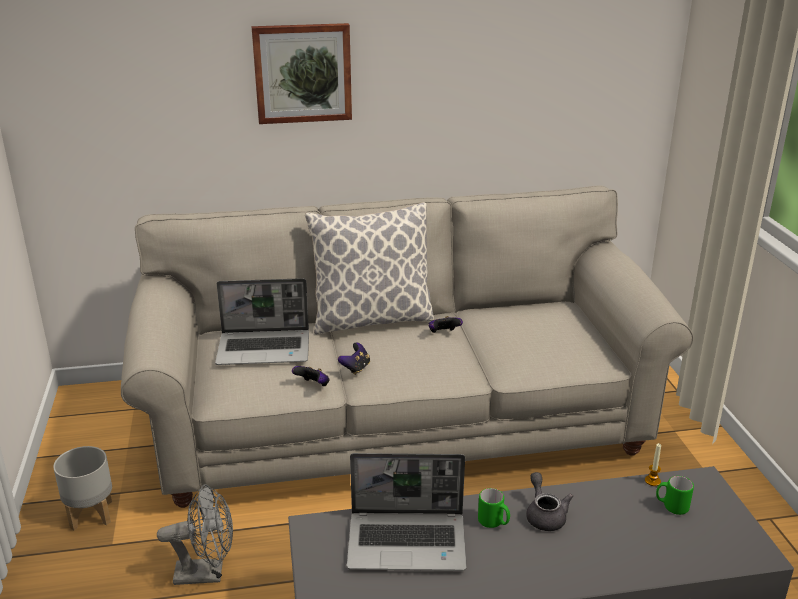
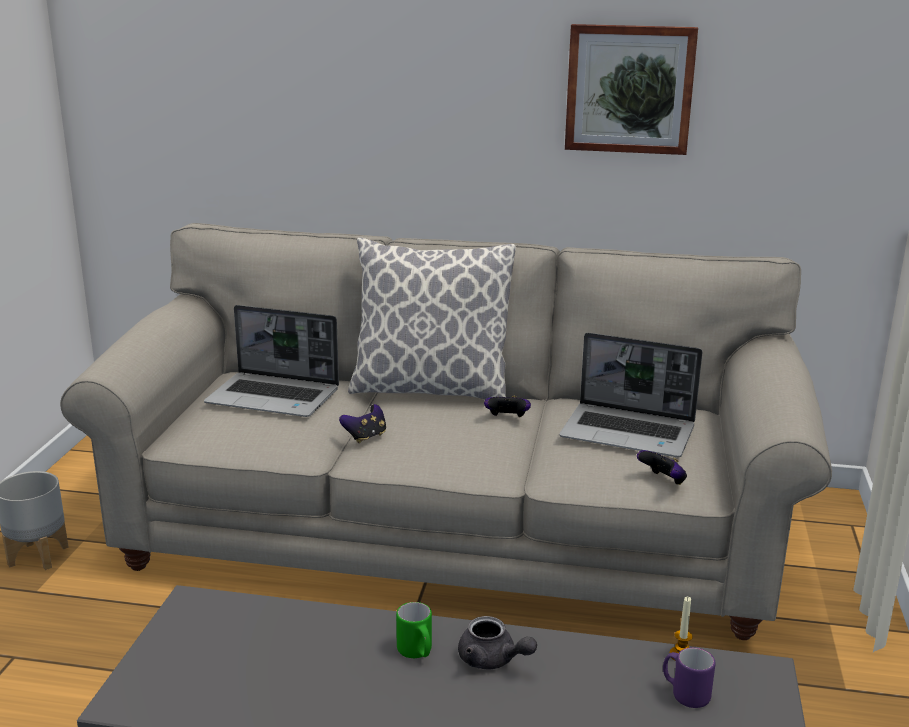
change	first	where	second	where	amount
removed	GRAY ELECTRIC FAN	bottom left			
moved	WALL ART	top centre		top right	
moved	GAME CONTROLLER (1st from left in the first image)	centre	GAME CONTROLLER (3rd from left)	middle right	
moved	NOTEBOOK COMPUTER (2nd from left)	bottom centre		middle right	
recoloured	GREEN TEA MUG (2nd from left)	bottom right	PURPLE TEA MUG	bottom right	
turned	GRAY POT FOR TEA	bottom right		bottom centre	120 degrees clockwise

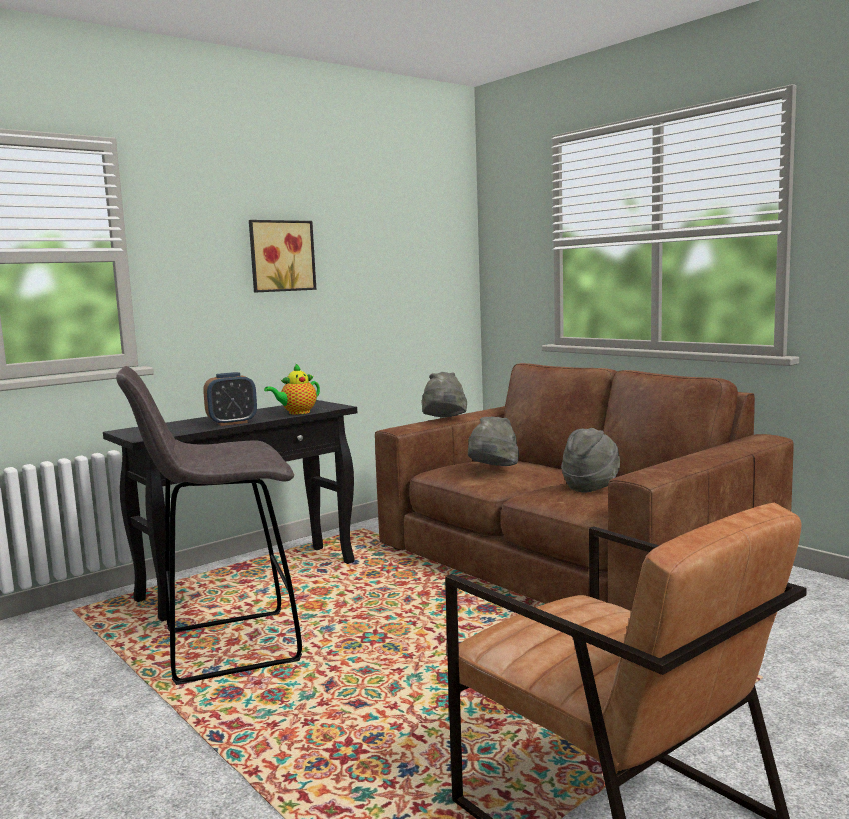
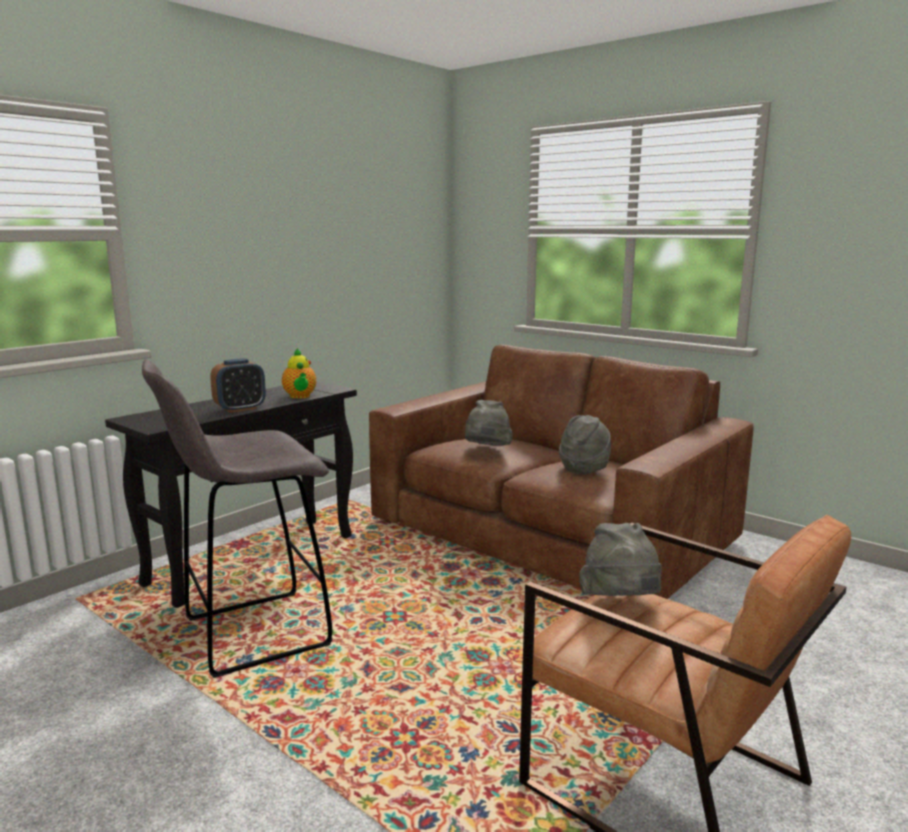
change	first	where	second	where	amount
removed	WALL ART	top left			
moved	GRAY CLOTHING HAT (1st from left in the first image)	centre	GRAY CLOTHING HAT (3rd from left)	bottom right	
turned	POT FOR TEA	centre		middle left	60 degrees counterclockwise

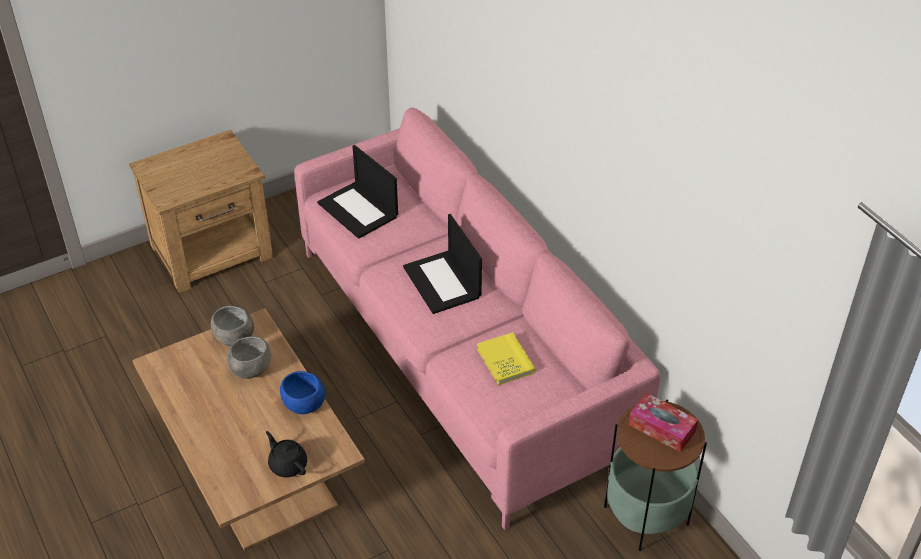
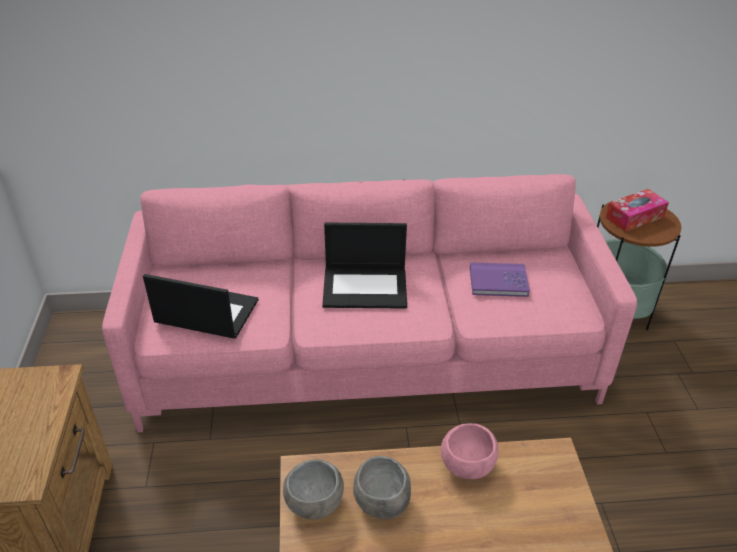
change	first	where	second	where	amount
removed	BLACKISH POT FOR TEA	bottom left			
recoloured	BLUISH DEEP DISH	bottom left	PINK-COLOURED DEEP DISH	bottom centre	
recoloured	YELLOWISH VOLUME	centre	PURPLE VOLUME	middle right	
turned	NOTEBOOK COMPUTER (1st from left)	centre		middle left	150 degrees counterclockwise

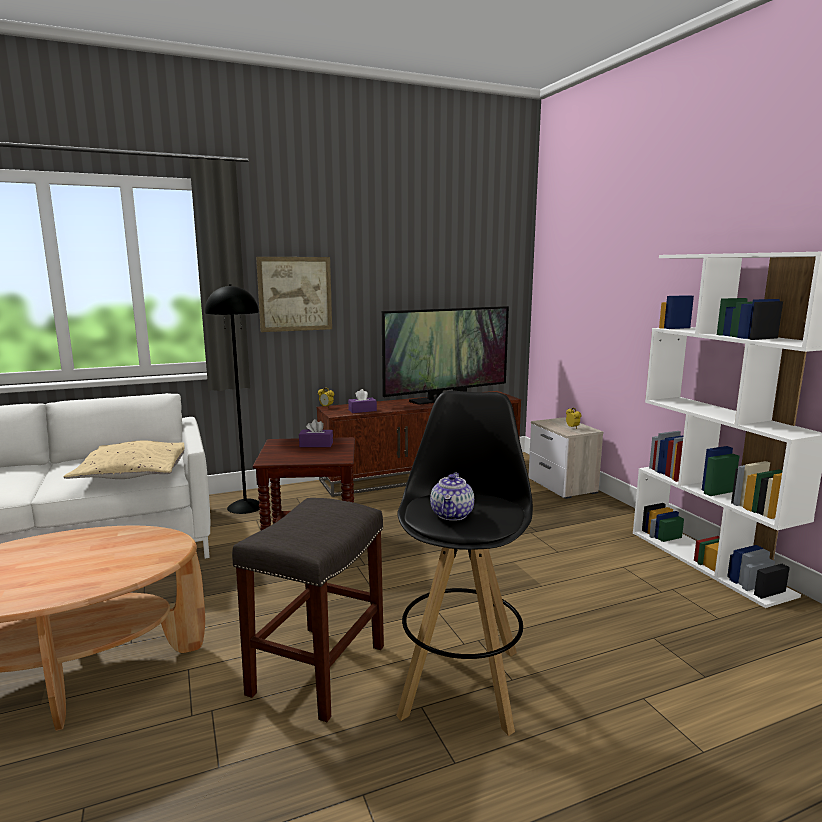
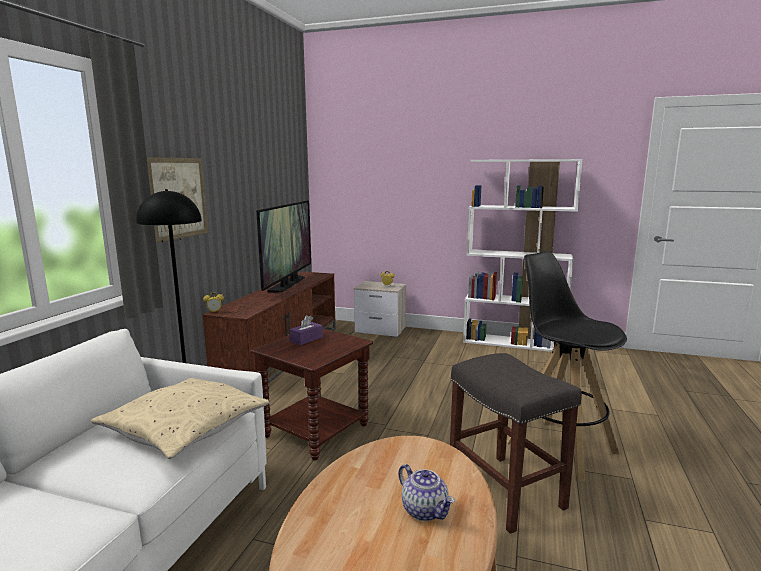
change	first	where	second	where	amount
removed	PURPLE BOX OF TISSUES (2nd from left)	centre			
moved	POT FOR TEA	centre		bottom centre	

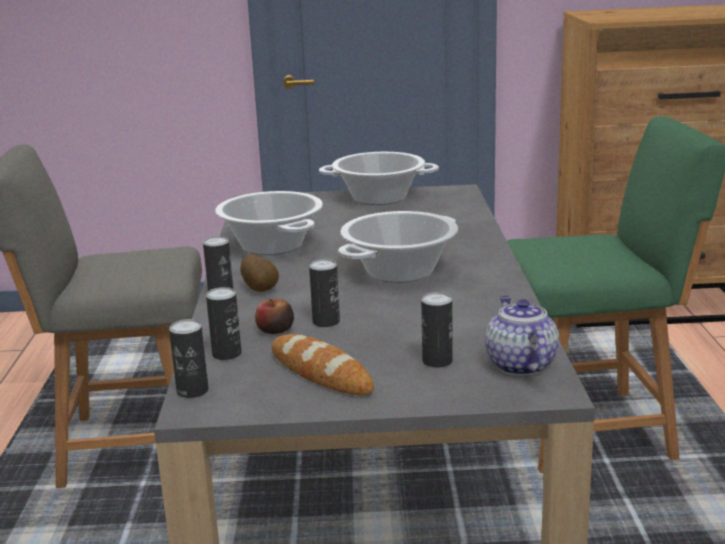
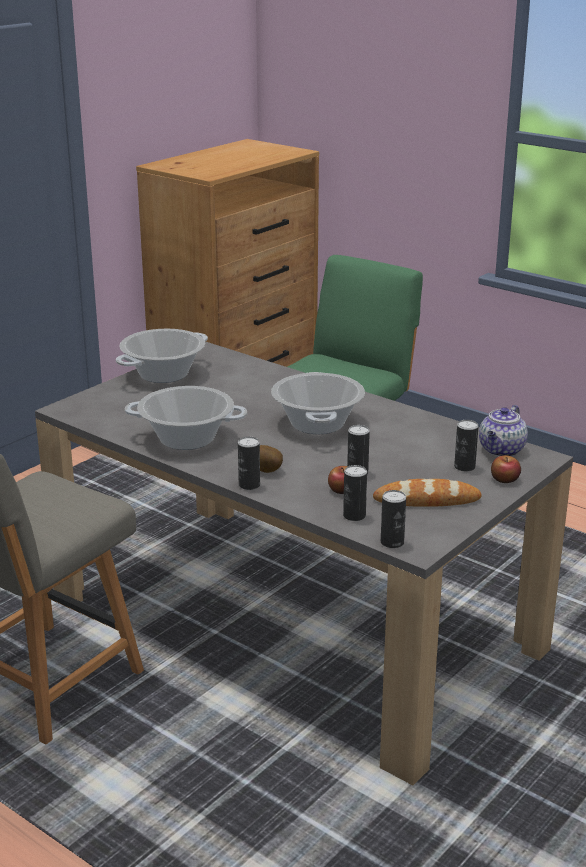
change	first	where	second	where	amount
added			APPLE FRUIT (2nd from left)	middle right	
turned	POT FOR TEA	middle right		middle right	90 degrees counterclockwise

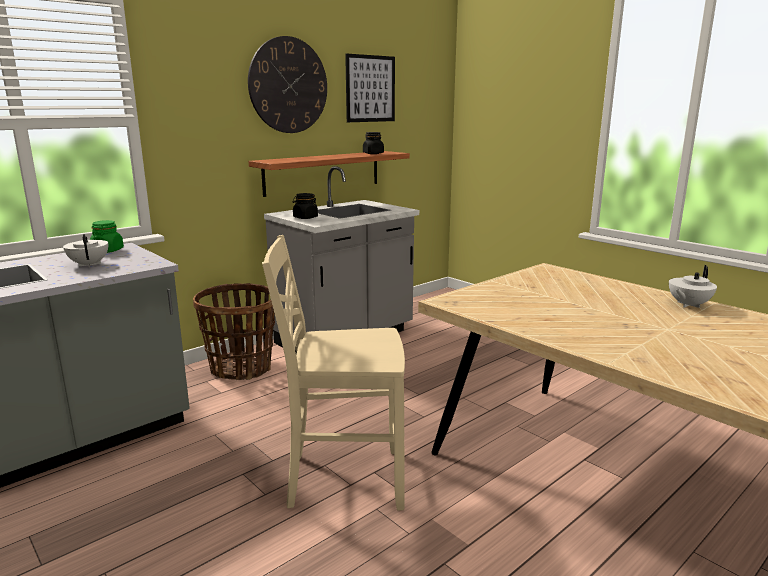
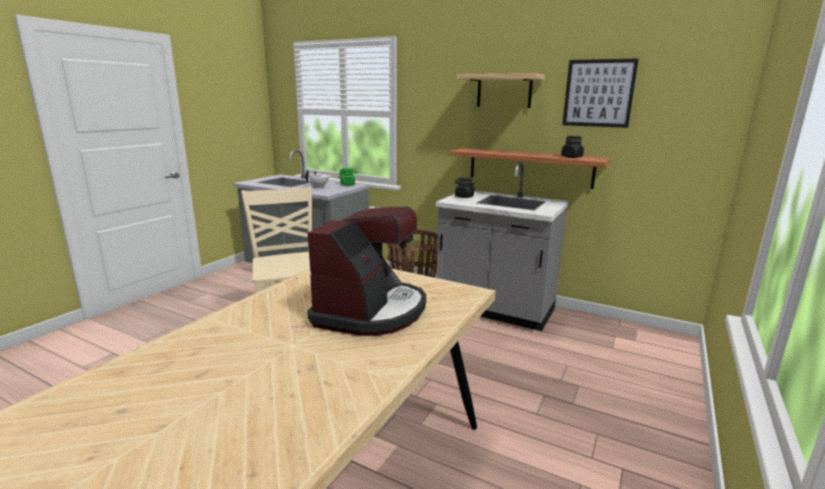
change	first	where	second	where	amount
removed	WHITE-COLOURED POT FOR TEA (2nd from left)	middle right			
added			COFFEE MACHINE	centre	
replaced	WALL CLOCK	top centre	WALL SHELF (1st from left)	top centre	

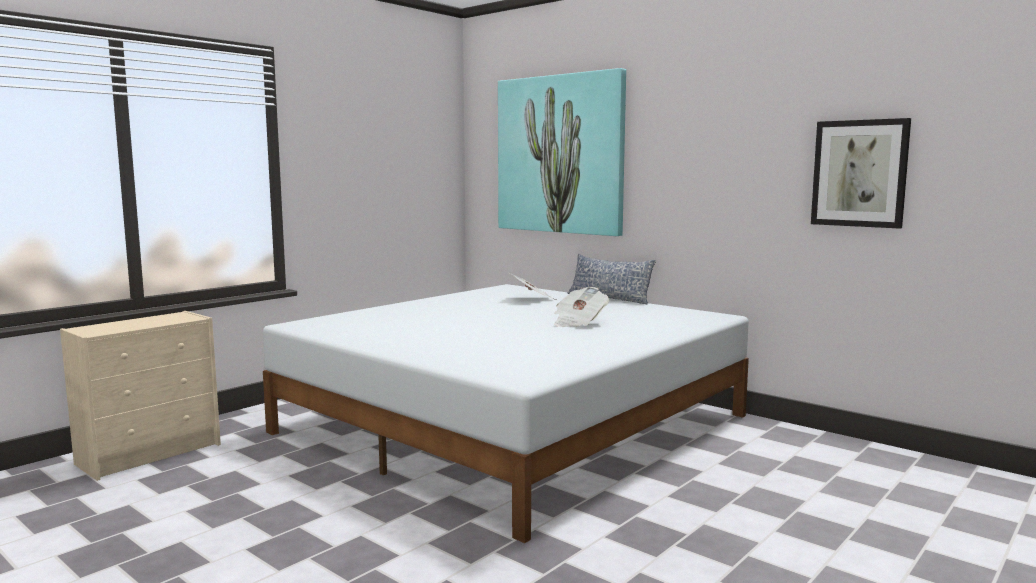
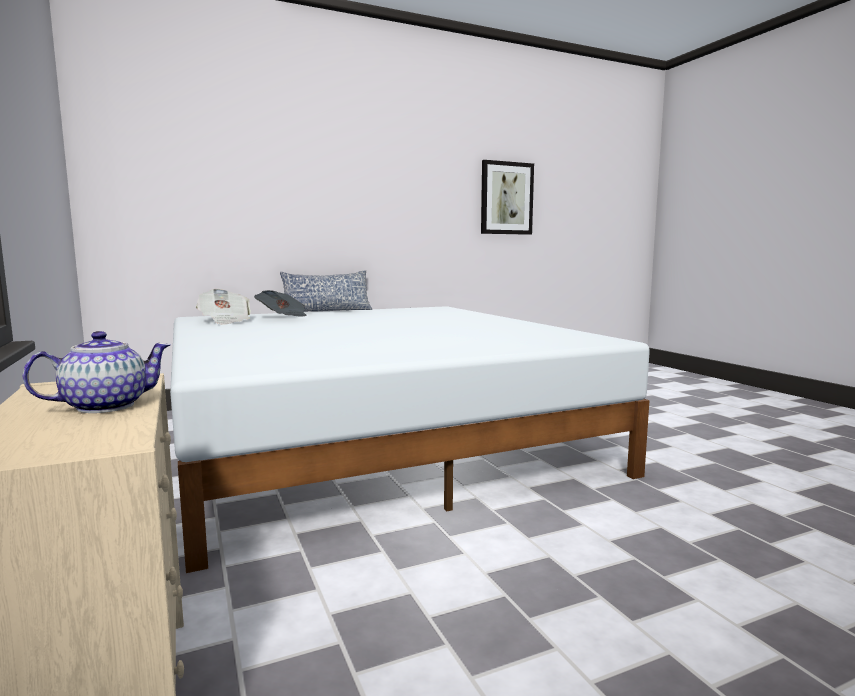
change	first	where	second	where	amount
removed	WALL ART (1st from left)	top centre			
added			POT FOR TEA	middle left	
moved	PRINTED PAPER (2nd from left in the first image)	centre	PRINTED PAPER (1st from left)	middle left	

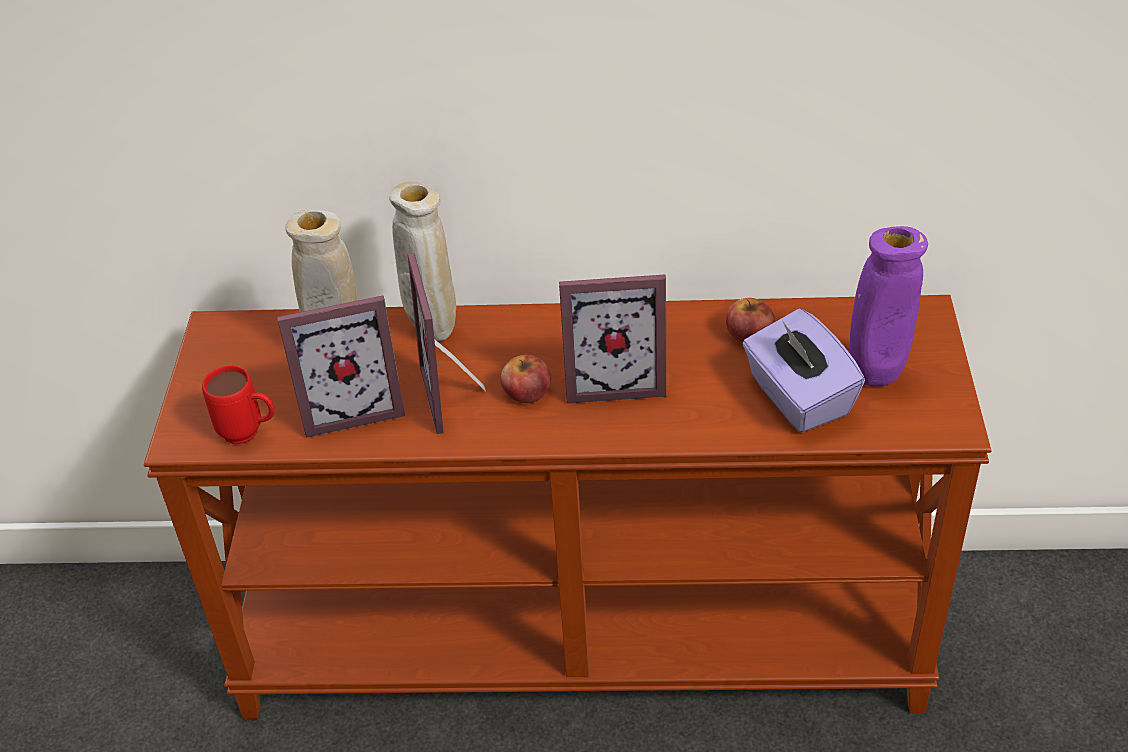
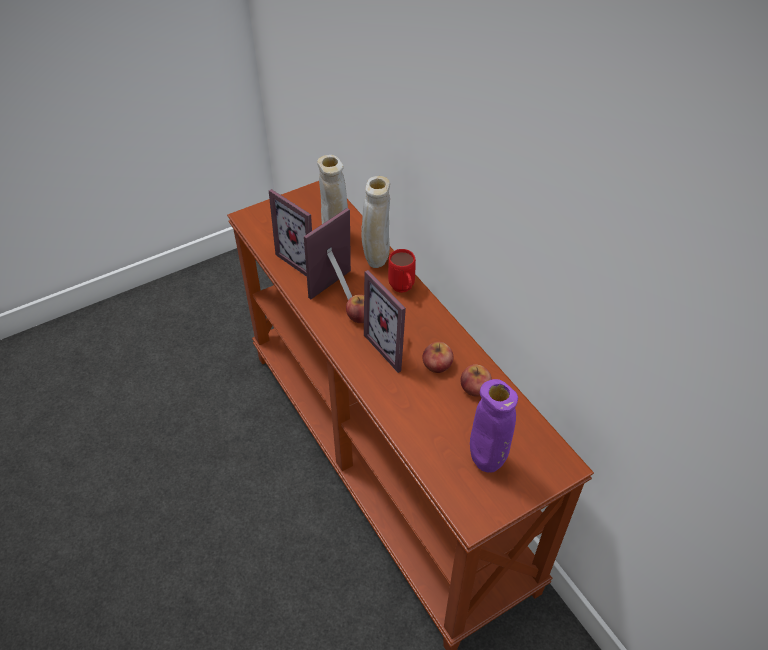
change	first	where	second	where	amount
removed	PURPLE BOX OF TISSUES	middle right			
added			APPLE FRUIT (2nd from left)	centre	
moved	RED TEA MUG	middle left		centre	

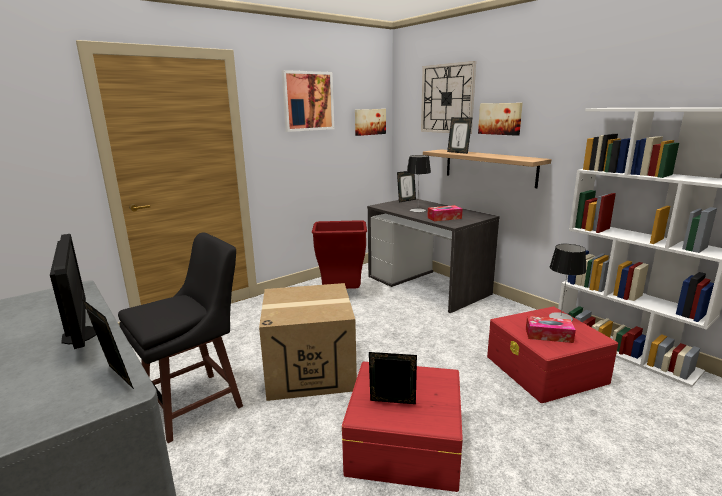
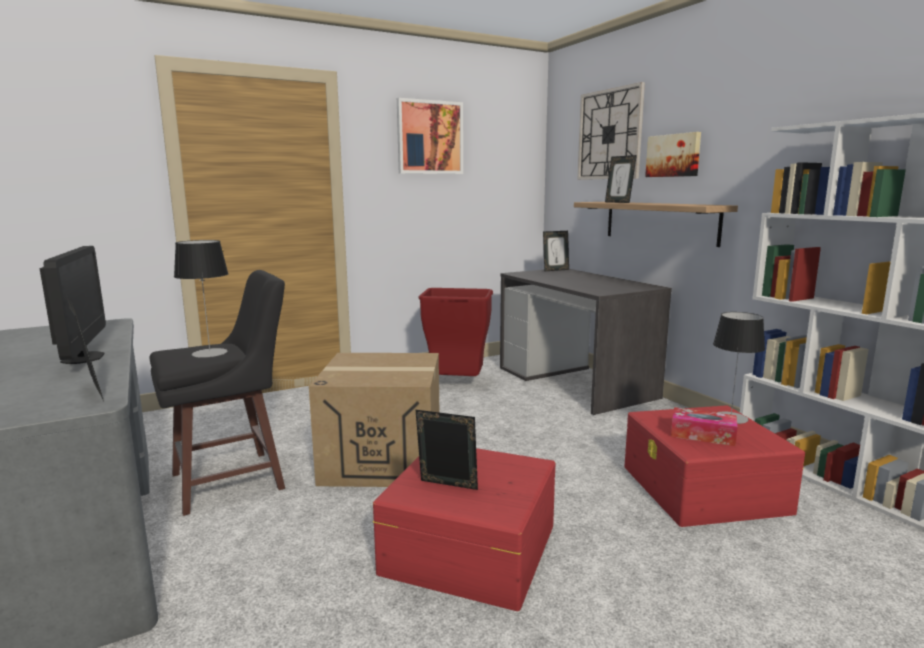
change	first	where	second	where	amount
removed	WALL ART (2nd from left)	top centre			
removed	BOX OF TISSUES (1st from left)	centre			
moved	LAMP FOR A TABLE (1st from left)	centre		middle left	

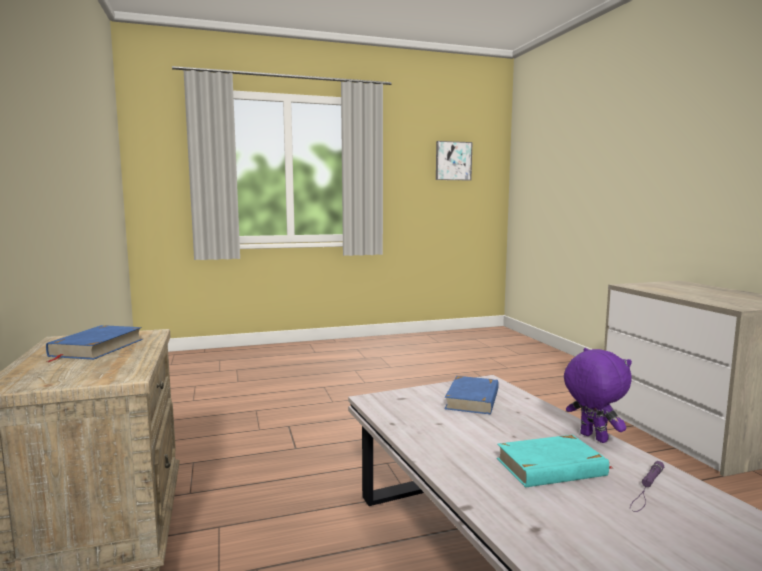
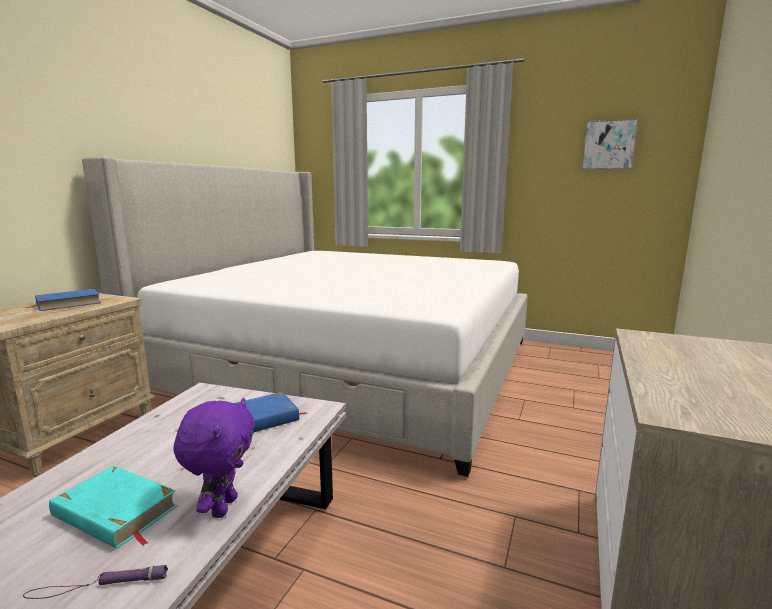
change	first	where	second	where	amount
added			BEDROOM BED	centre	

